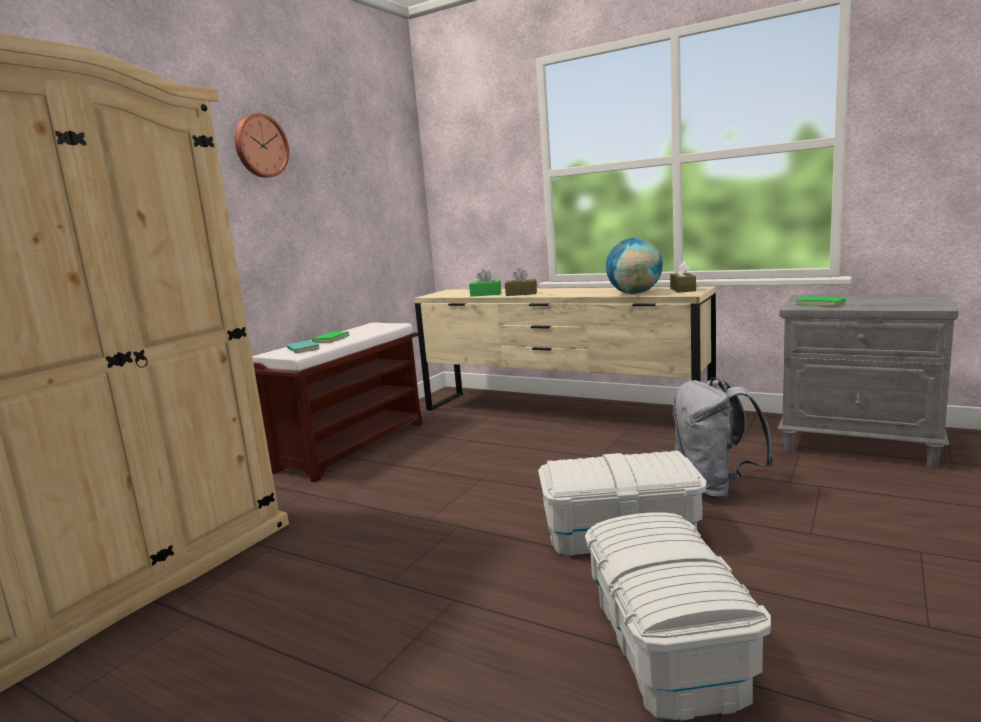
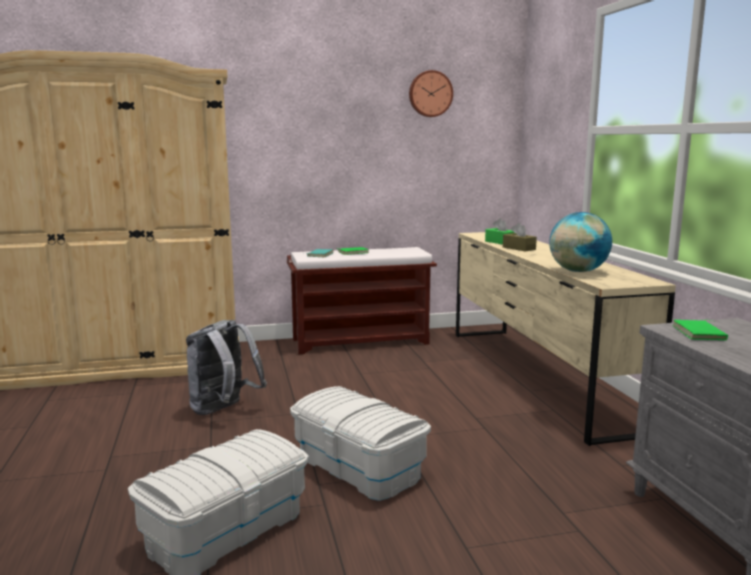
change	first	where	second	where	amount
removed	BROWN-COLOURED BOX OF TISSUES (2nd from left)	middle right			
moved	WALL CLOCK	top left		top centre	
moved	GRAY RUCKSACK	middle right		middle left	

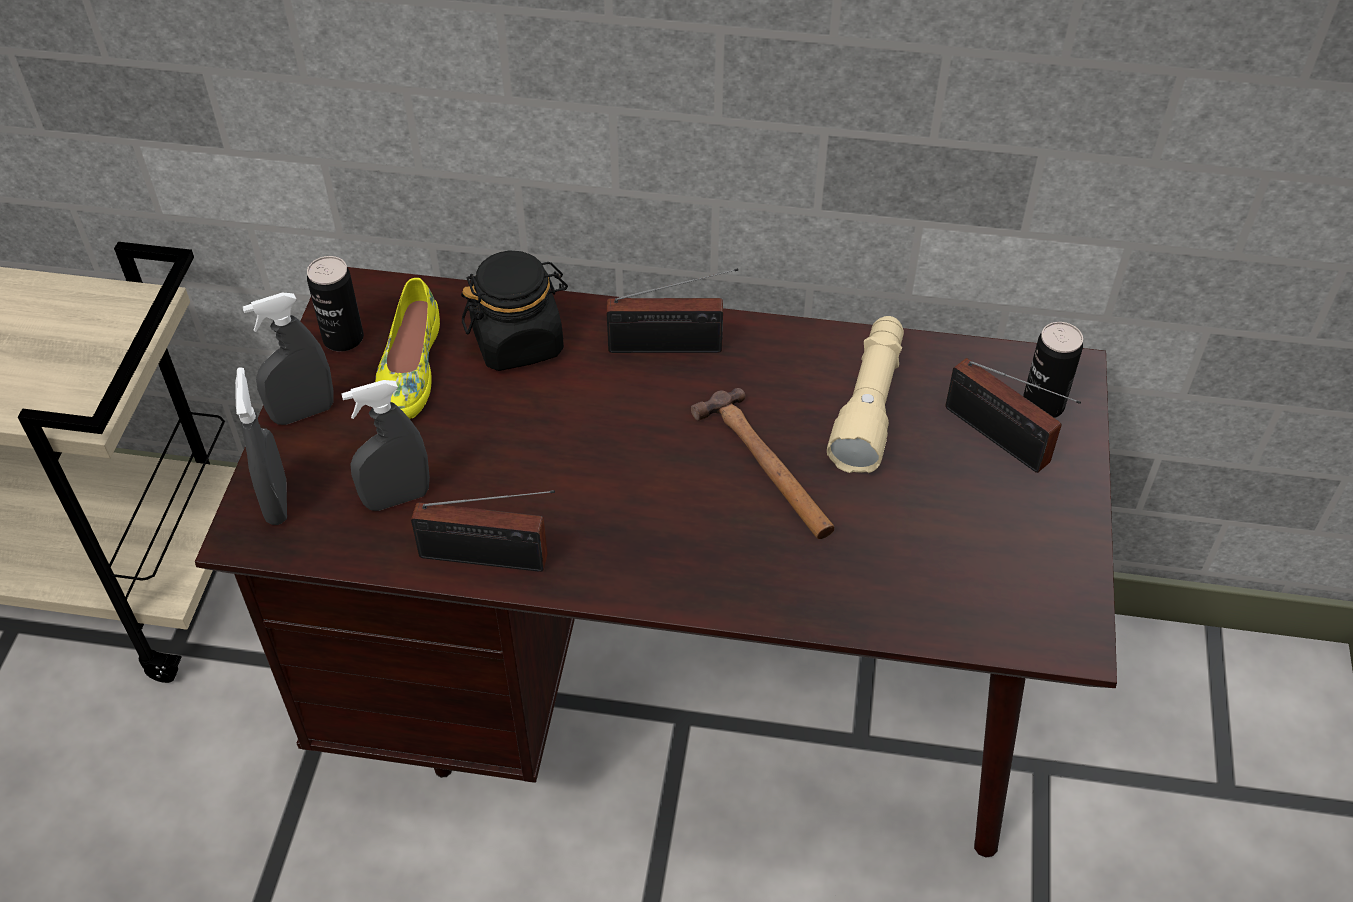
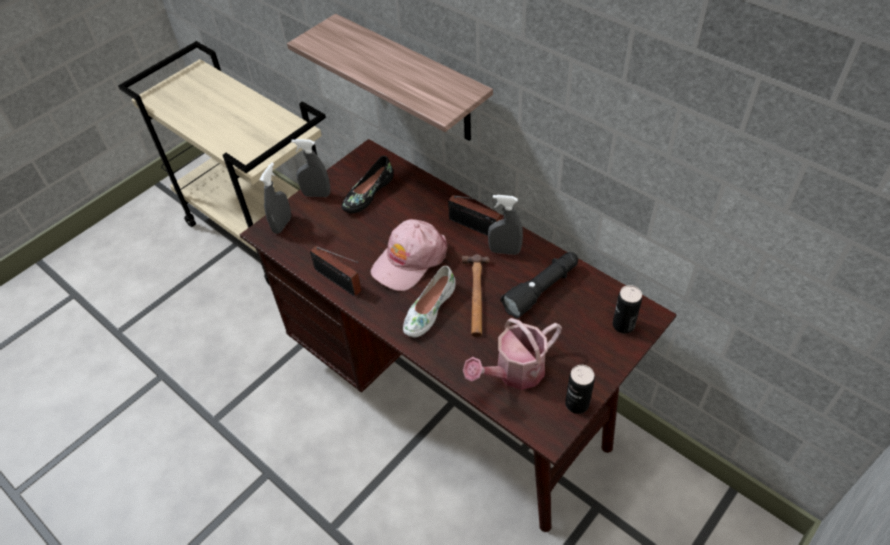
change	first	where	second	where	amount
removed	BLACKISH STORAGE JAR	centre			
removed	RADIO SET (3rd from left)	middle right			
added			WALL SHELF	top centre	
added			PINK-COLOURED CAP	centre	
added			WHITE-COLOURED SHOE	centre	
added			WATERING POT	centre	
moved	METAL CAN (1st from left)	middle left		bottom centre	
moved	GRAY HAND SPRAYER (3rd from left)	middle left		centre	
recoloured	YELLOWISH SHOE	middle left	BLACKISH SHOE	centre	
recoloured	SAND-COLOURED FLASHLIGHT	centre	BLACKISH FLASHLIGHT	centre	

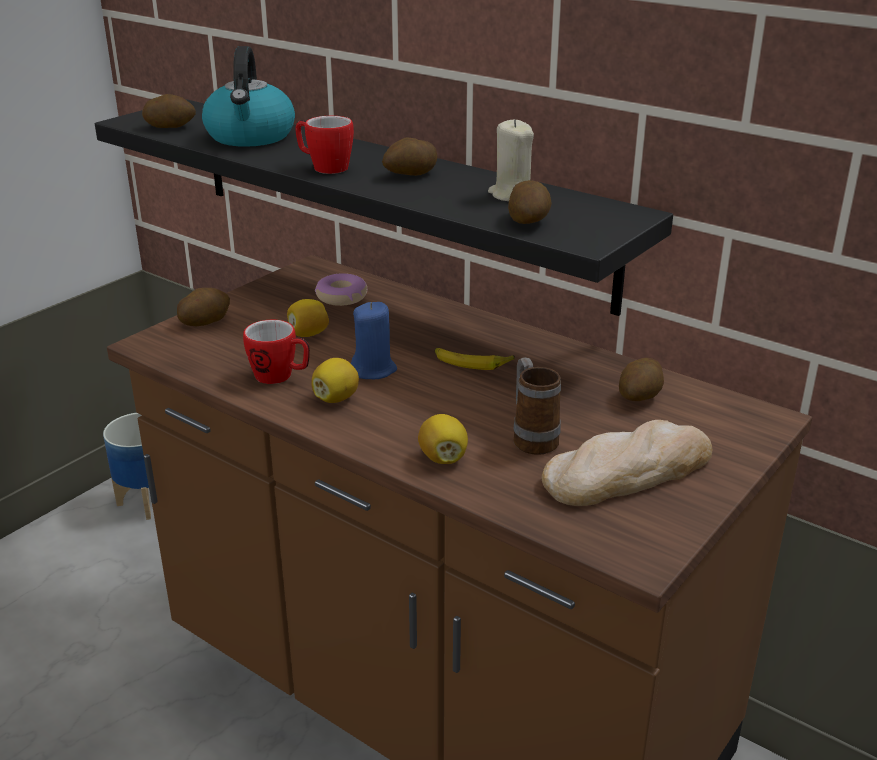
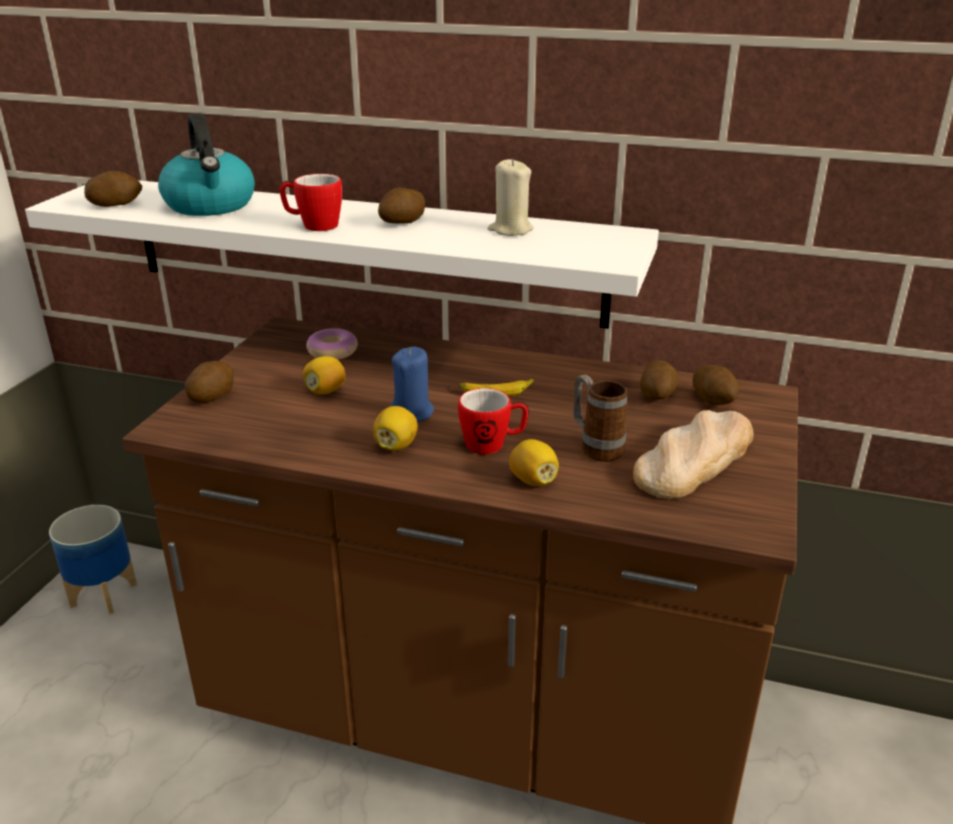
change	first	where	second	where	amount
moved	TEA MUG (1st from left in the first image)	middle left	TEA MUG (2nd from left)	centre	
moved	POTATO (4th from left in the first image)	top centre	POTATO (5th from left)	middle right	
recoloured	BLACKISH WALL SHELF	top centre	WHITE-COLOURED WALL SHELF	top centre	

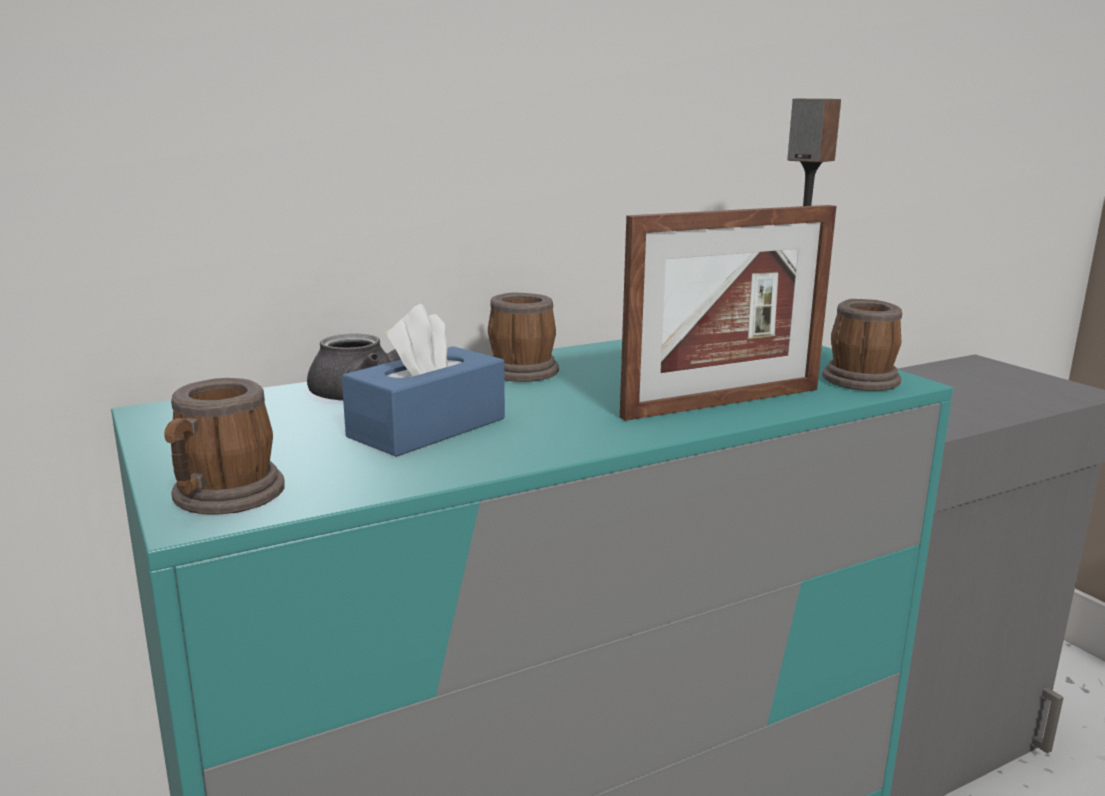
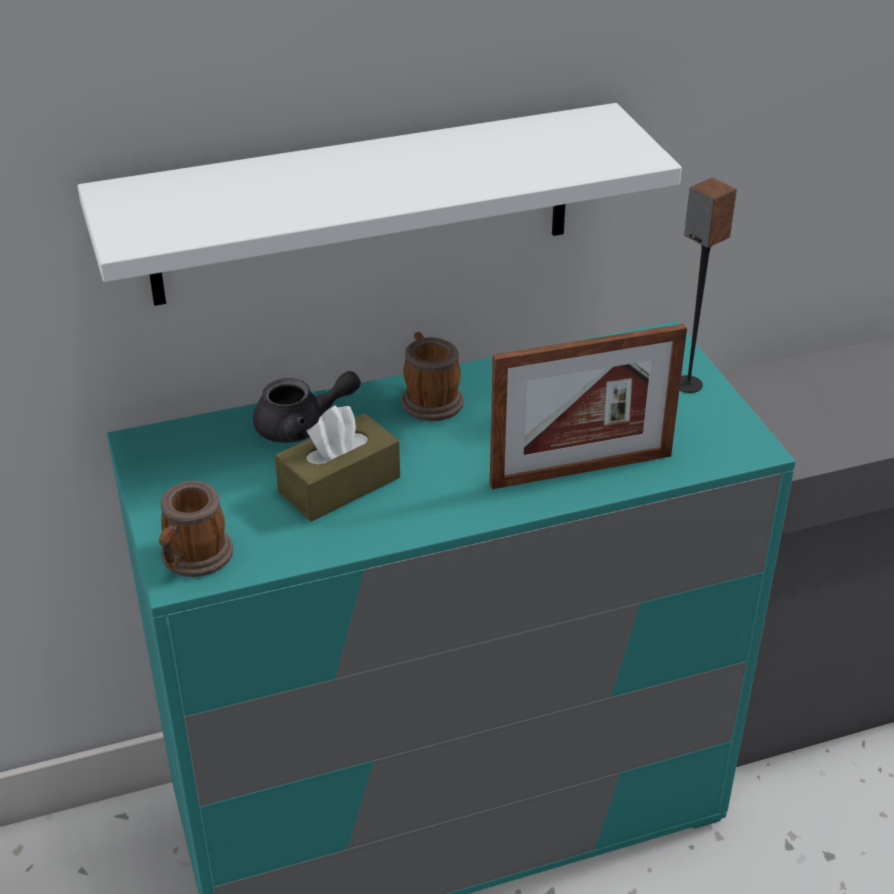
change	first	where	second	where	amount
removed	TEA MUG (3rd from left)	middle right			
added			WHITE-COLOURED WALL SHELF	top centre	
recoloured	BLUISH BOX OF TISSUES	centre	BROWN-COLOURED BOX OF TISSUES	centre	

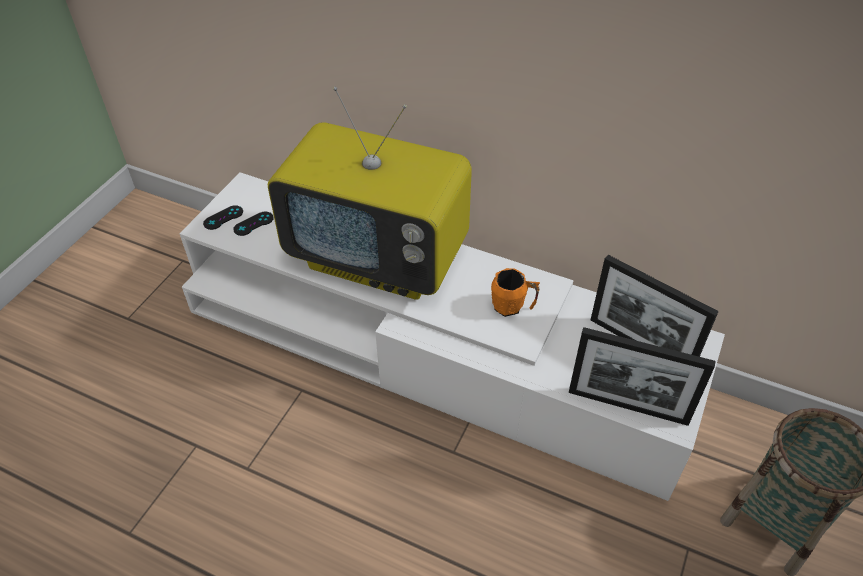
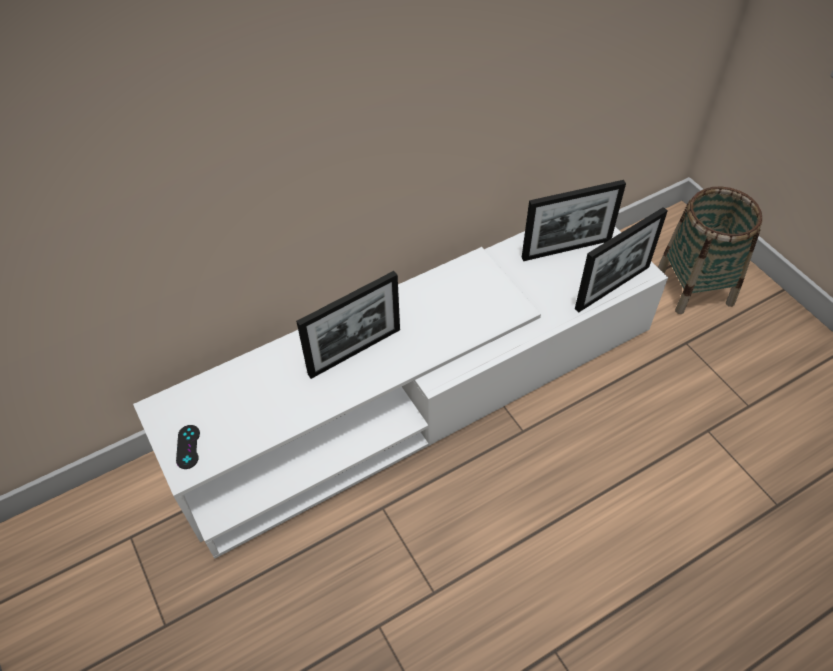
change	first	where	second	where	amount
removed	BLACKISH GAME CONTROLLER (2nd from left)	middle left			
removed	ORANGEY TEA MUG	centre			
replaced	TV	centre	PHOTO FRAME (1st from left)	centre	

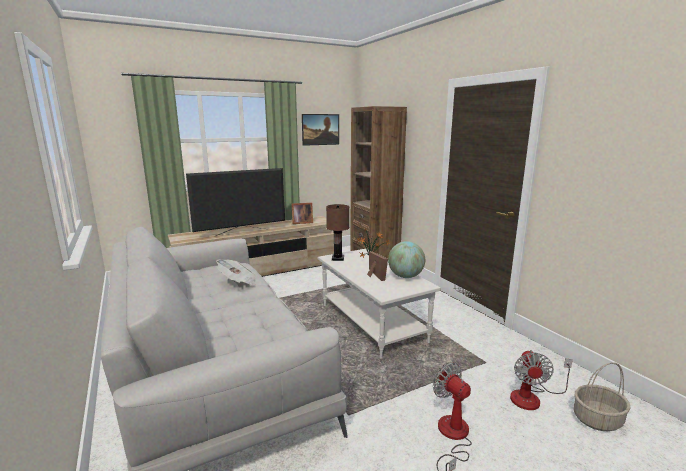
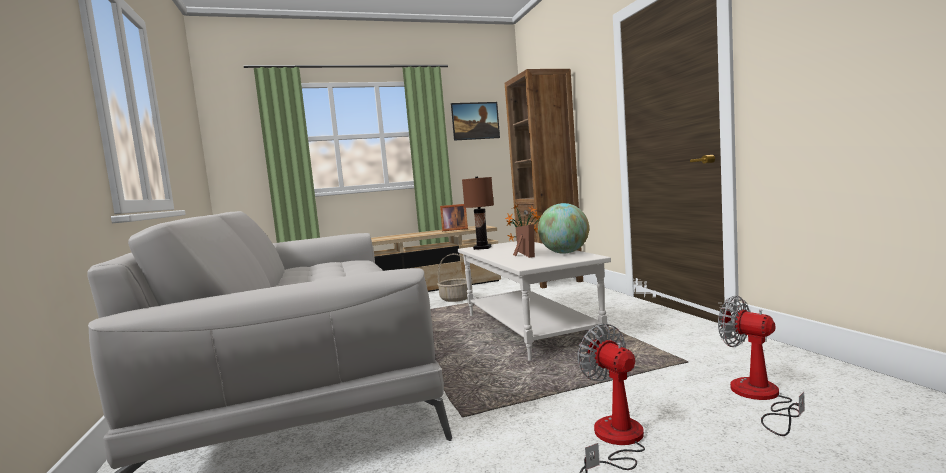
change	first	where	second	where	amount
removed	TV	centre			
removed	PRINTED PAPER	centre			
moved	STORAGE BASKET	bottom right		centre	
turned	ELECTRIC FAN (2nd from left)	bottom right		bottom right	120 degrees clockwise

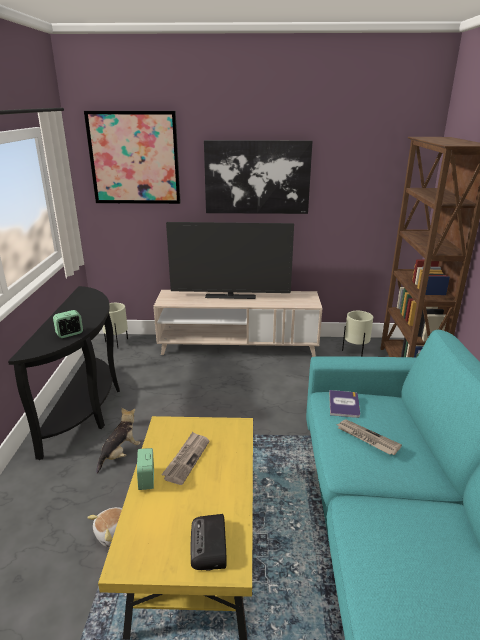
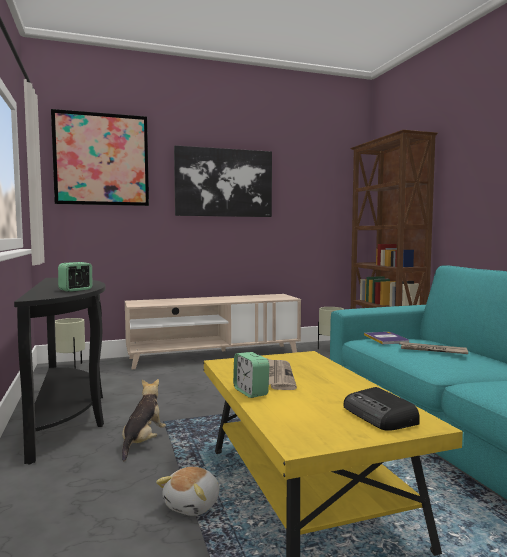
change	first	where	second	where	amount
removed	TV	centre			

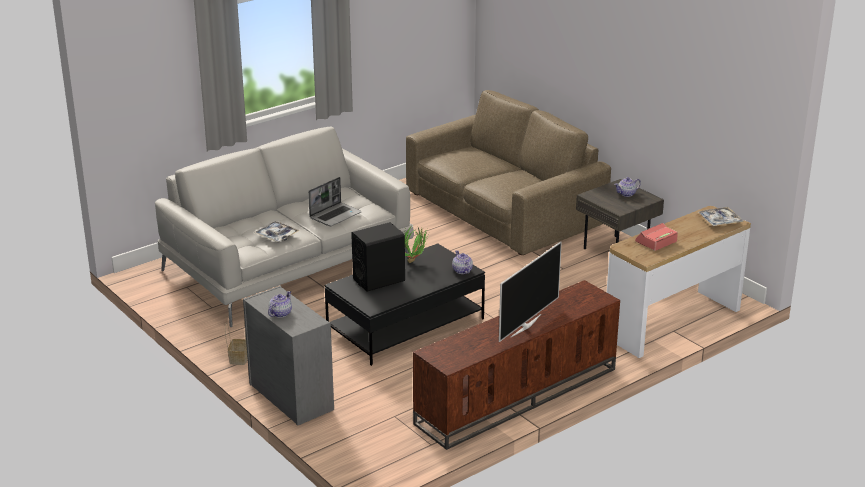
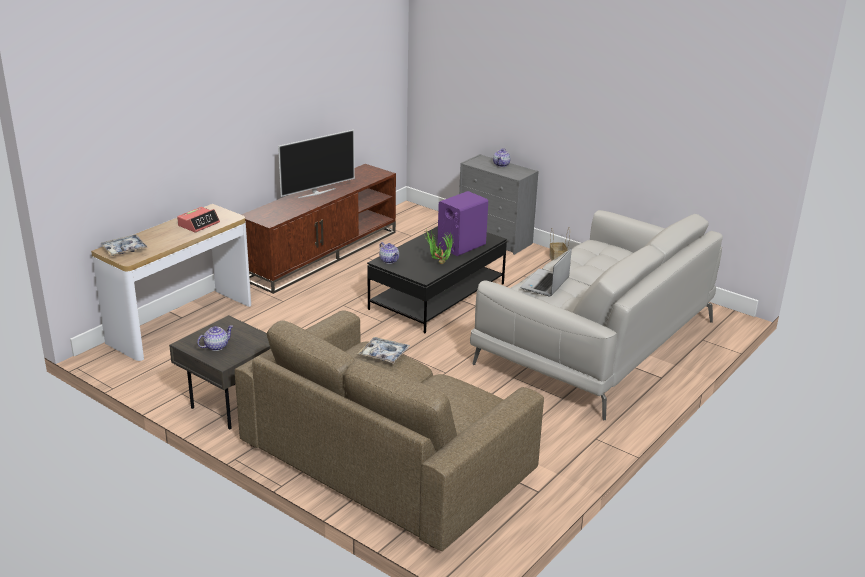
change	first	where	second	where	amount
moved	SERVING TRAY (1st from left in the first image)	middle left	SERVING TRAY (2nd from left)	centre	
recoloured	BLACKISH LOUDSPEAKER	centre	PURPLE LOUDSPEAKER	centre	
turned	TV	centre		top centre	150 degrees counterclockwise

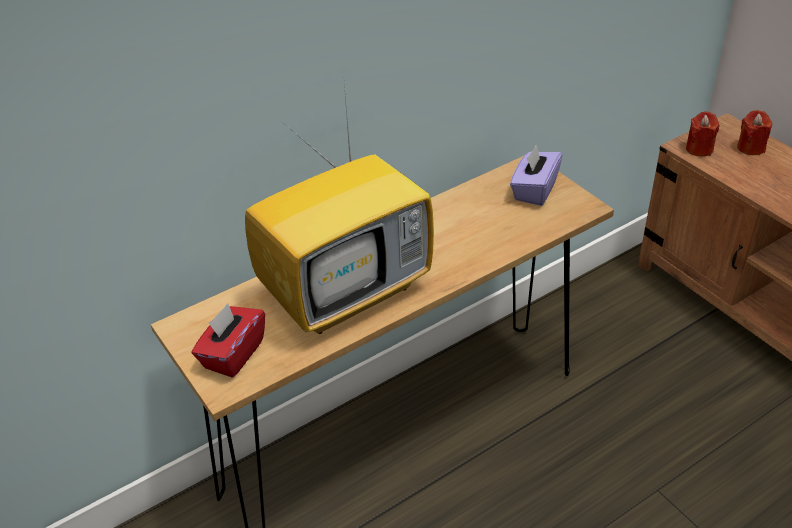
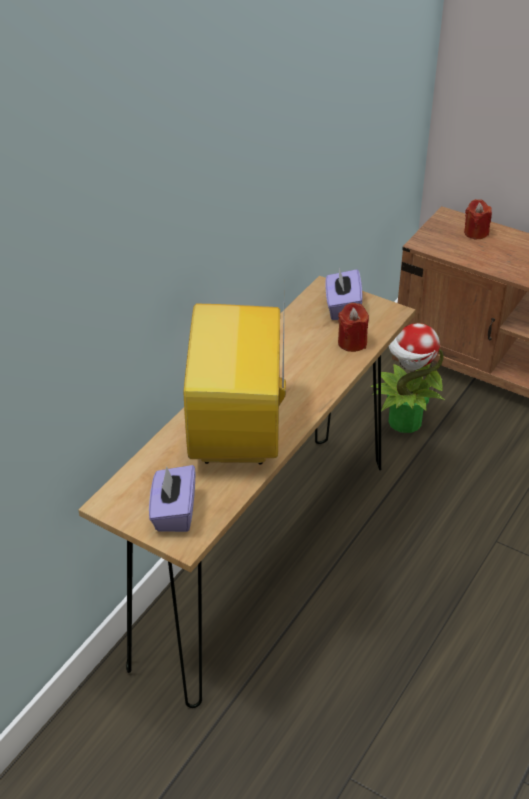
change	first	where	second	where	amount
added			PLANT IN A POT	middle right	
moved	RED CANDLE (1st from left)	top right		middle right	
recoloured	RED BOX OF TISSUES	middle left	PURPLE BOX OF TISSUES (1st from left)	middle left	
turned	TV	centre		centre	150 degrees clockwise

